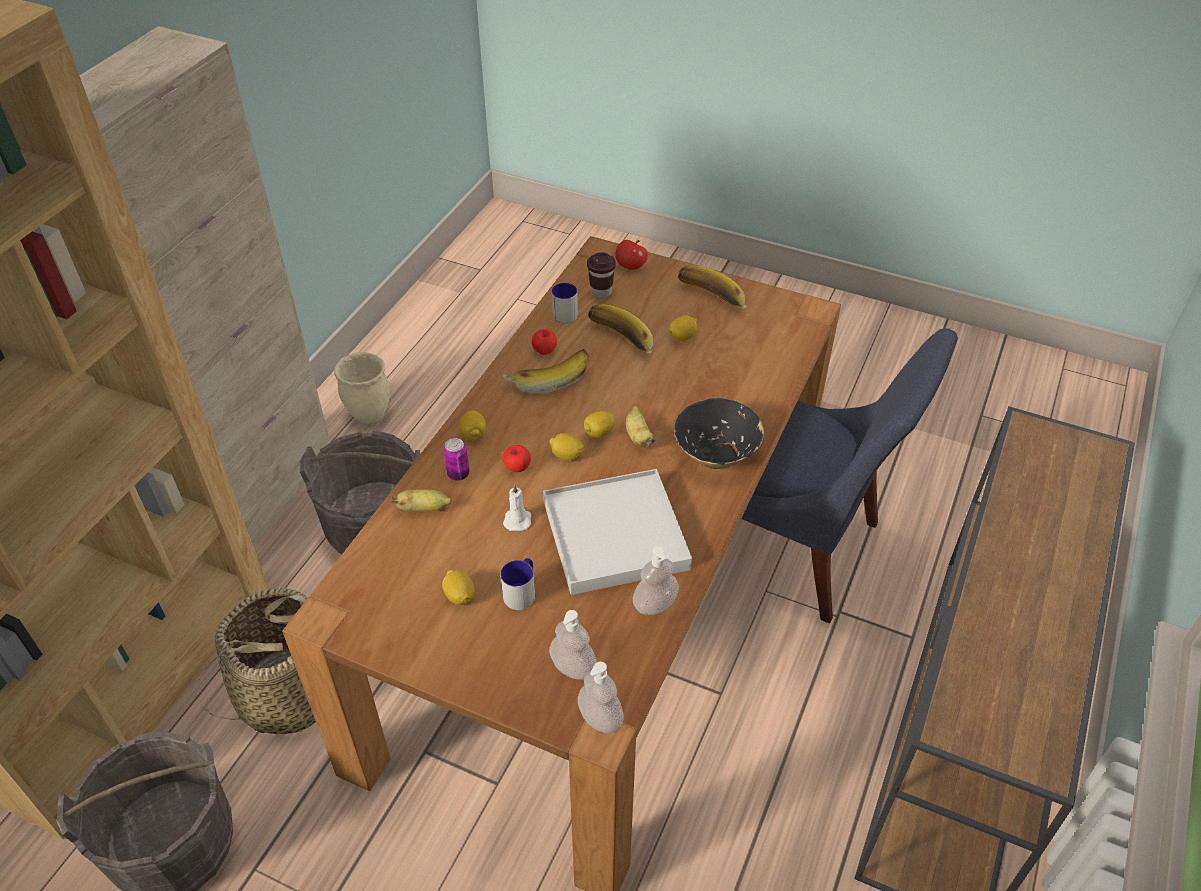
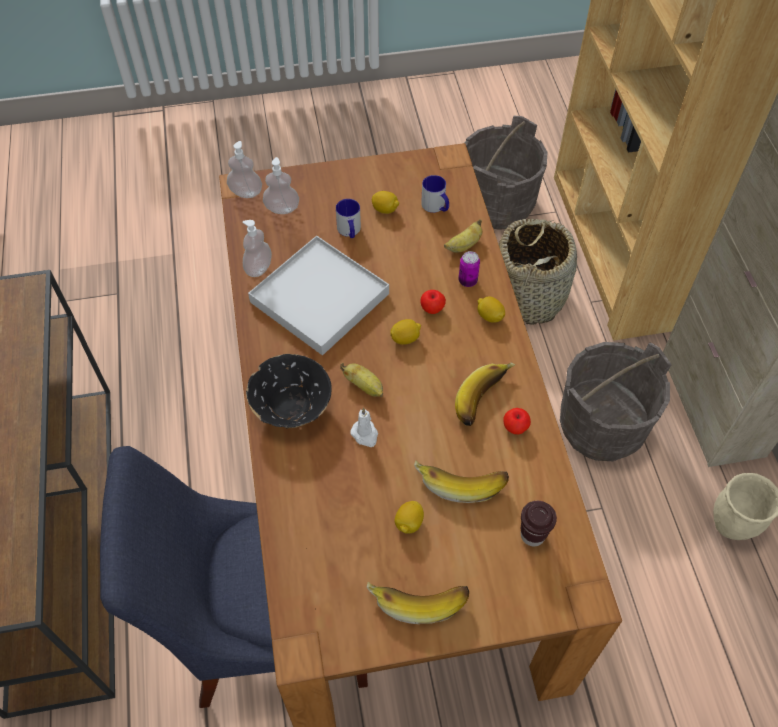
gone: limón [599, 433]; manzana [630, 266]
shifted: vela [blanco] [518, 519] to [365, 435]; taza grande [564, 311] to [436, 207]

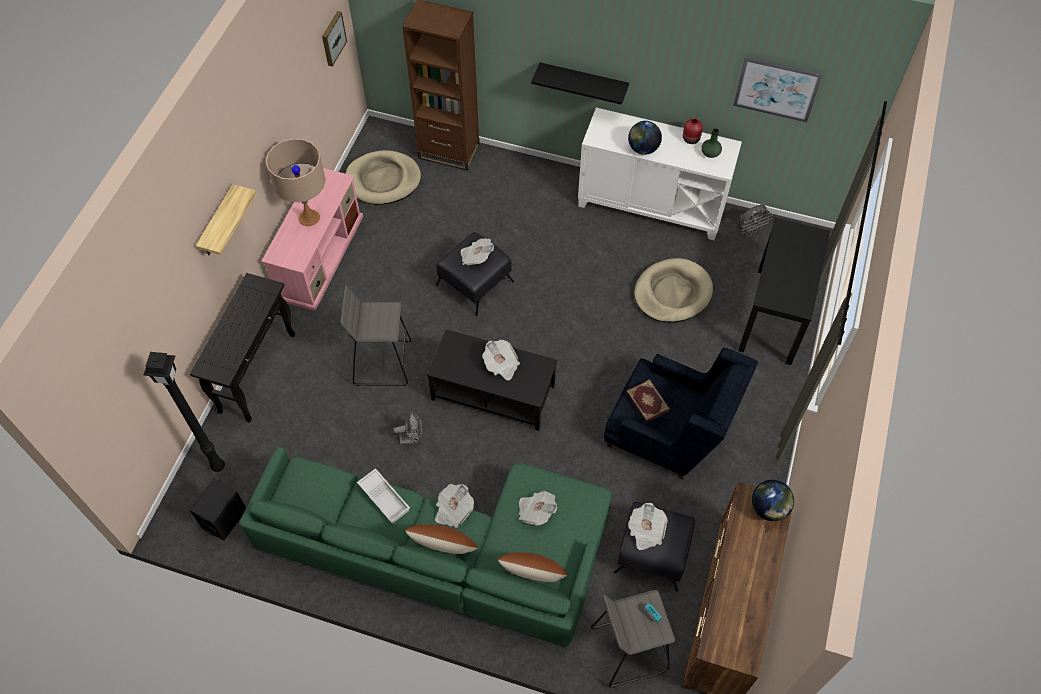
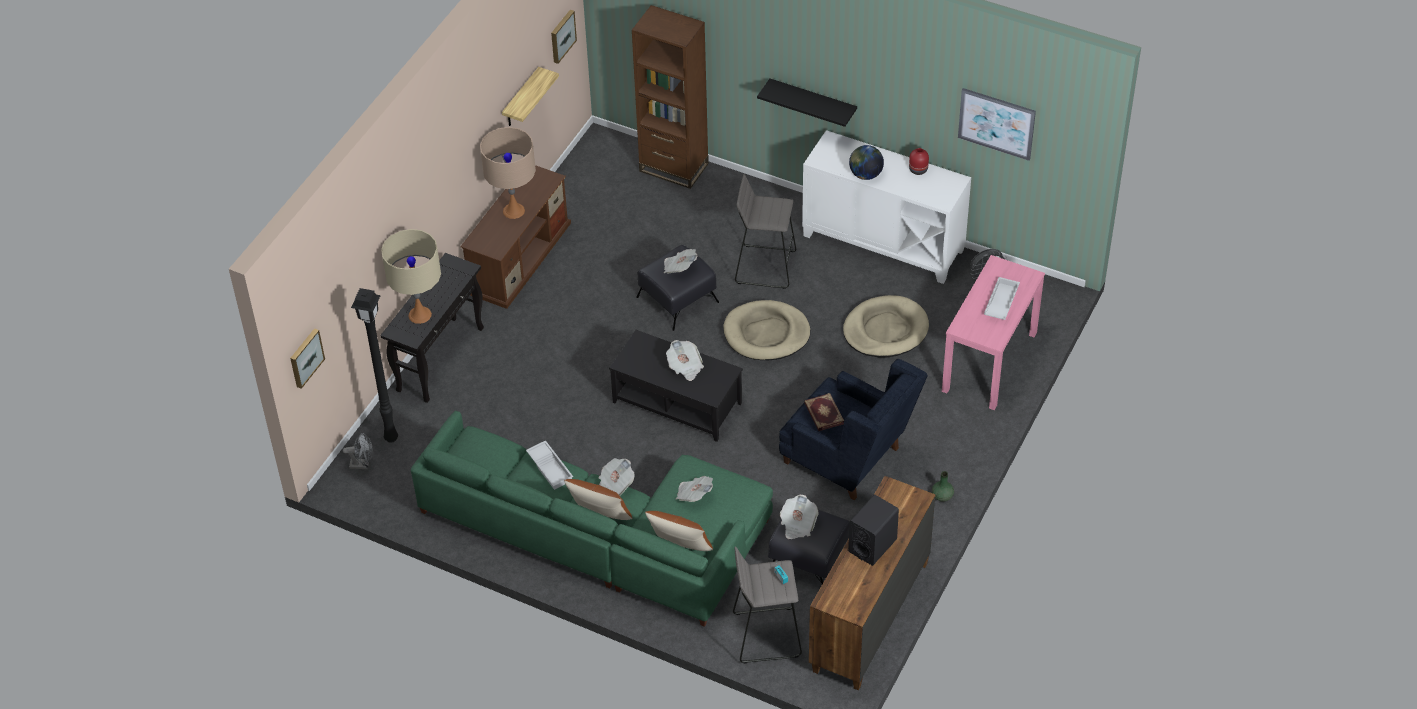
gone: globo terráqueo [768, 508]
new: cuadro [305, 357]; lámpara de mesa [beis] [420, 315]; bandeja [blanco] [1000, 302]
shifted: altavoz [negro] [225, 518] to [872, 545]; estante [217, 223] to [521, 99]; taburete [gris] [382, 362] to [765, 266]; cama para perro [beis] [383, 180] to [766, 333]; ventilador [gris] [412, 438] to [362, 465]; florero [verde] [710, 153] to [942, 496]
repainted: mueble de televisión [rosa] [320, 256] to mueble de televisión [marrón] [519, 257]; mesa consola [negro] [774, 315] to mesa consola [rosa] [989, 362]

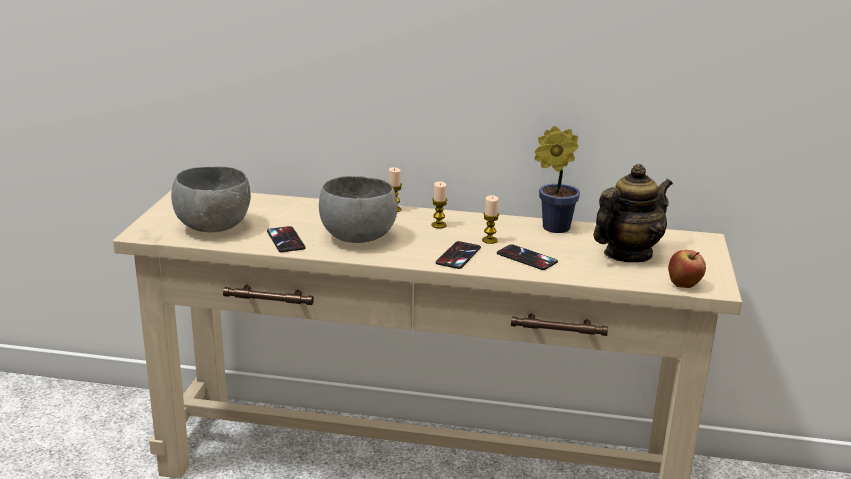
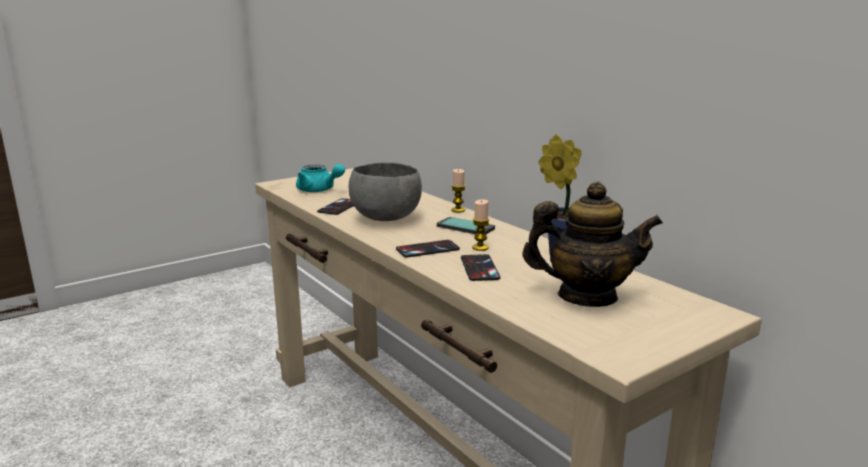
gone: manzana [684, 285]
swapped: cuenco [gris] [214, 227] to tetera [turquesa] [319, 190]; vela [438, 225] to móvil [465, 227]

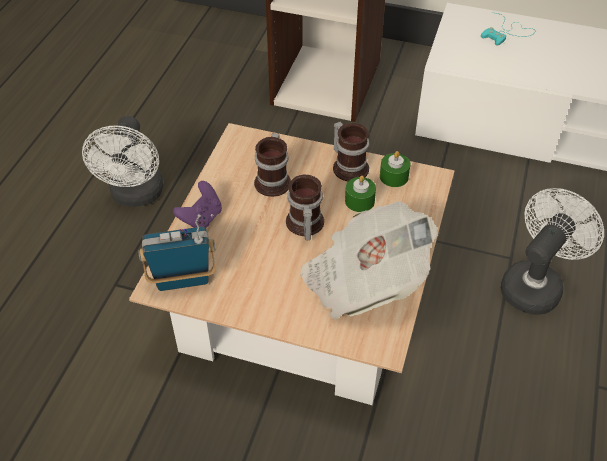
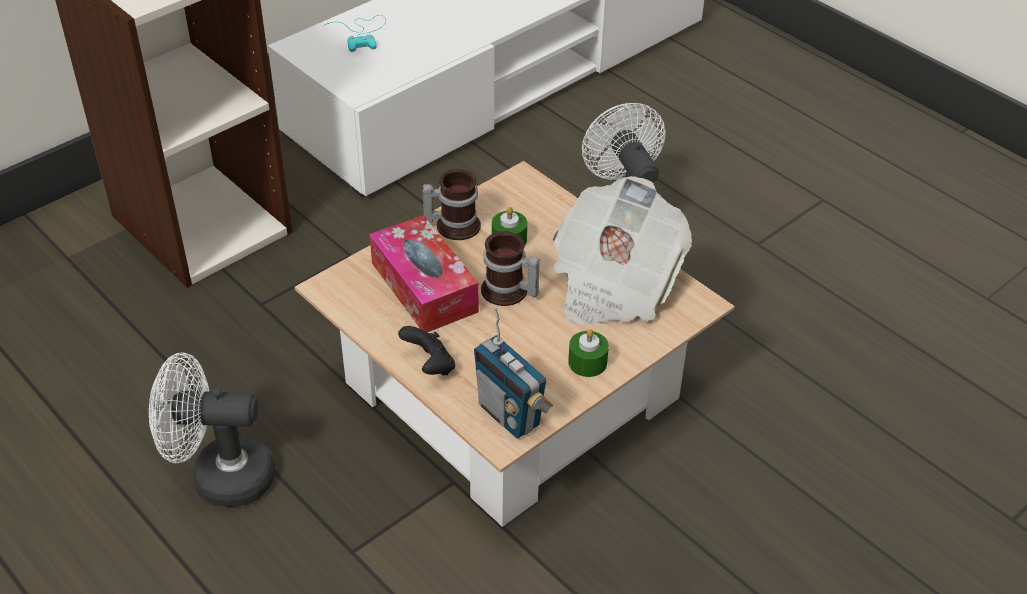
shifted: vela [verde] [394, 177] to [587, 362]
swapped: taza grande [275, 180] to caja de pañuelos [424, 287]
repainted: mando de consola [morado] [201, 218] to mando de consola [negro] [430, 366]
rotated: ventilador [blanco] [136, 196] = [220, 476] 150 degrees clockwise; radio [183, 280] = [510, 415] 60 degrees counterclockwise

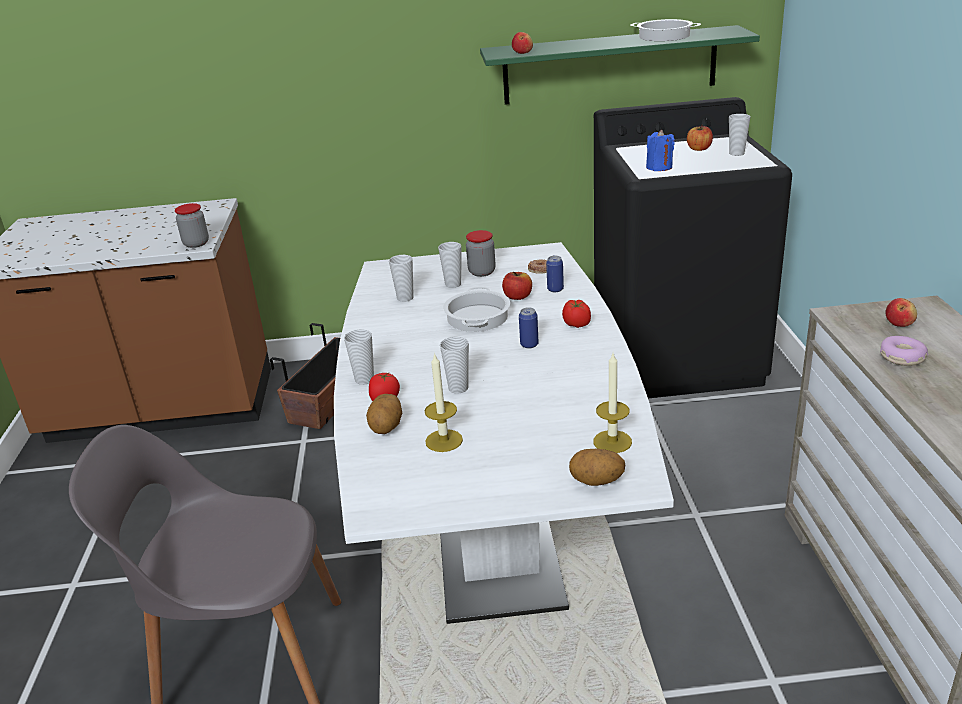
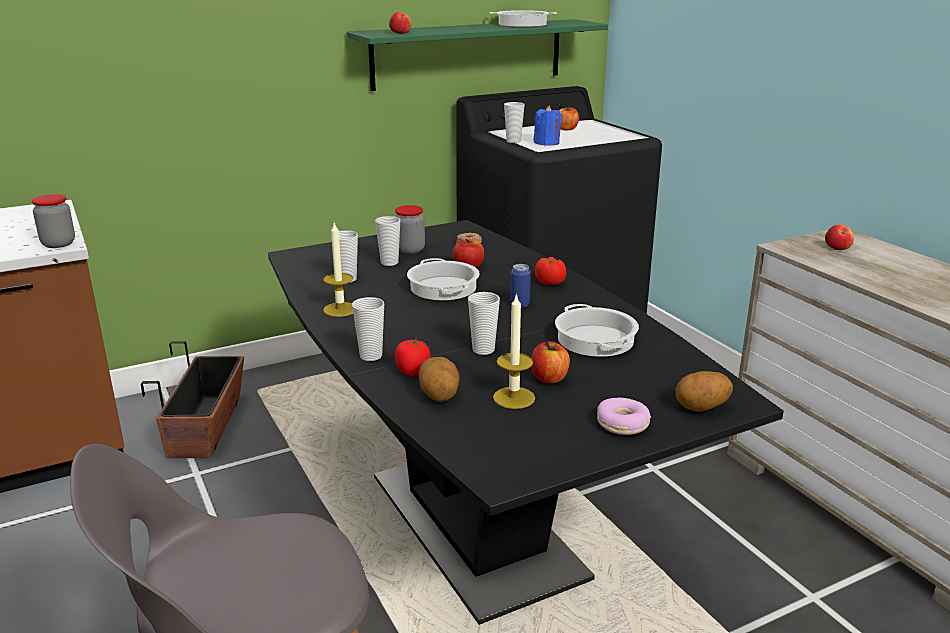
gone: lata [555, 289]
new: manzana [549, 378]; olla [594, 340]
shifted: vela [612, 441] to [340, 309]; taza [736, 153] to [513, 141]; rosquilla [902, 358] to [622, 424]
repainted: mesa de comedor [blanco] [495, 535] to mesa de comedor [negro] [475, 526]

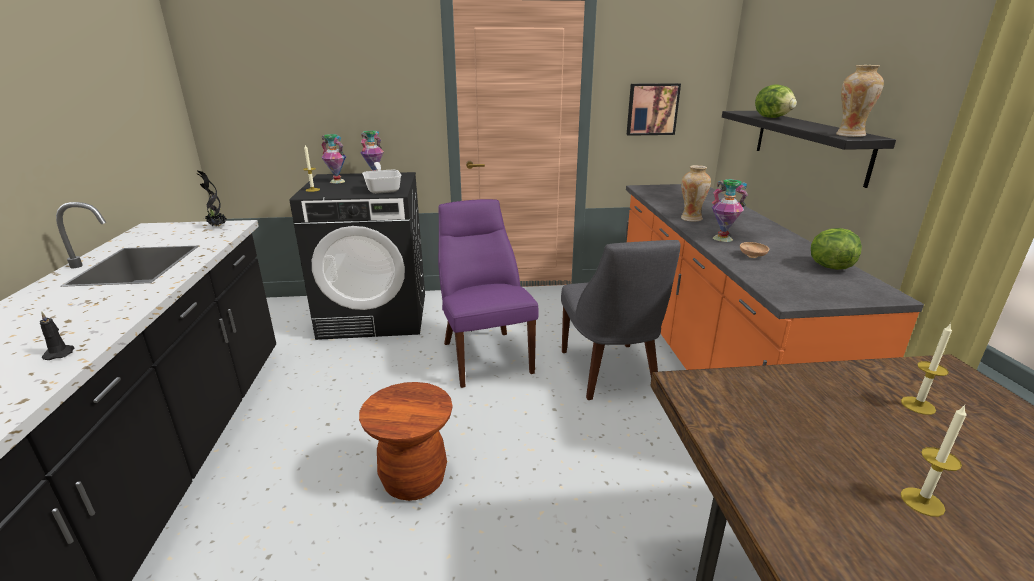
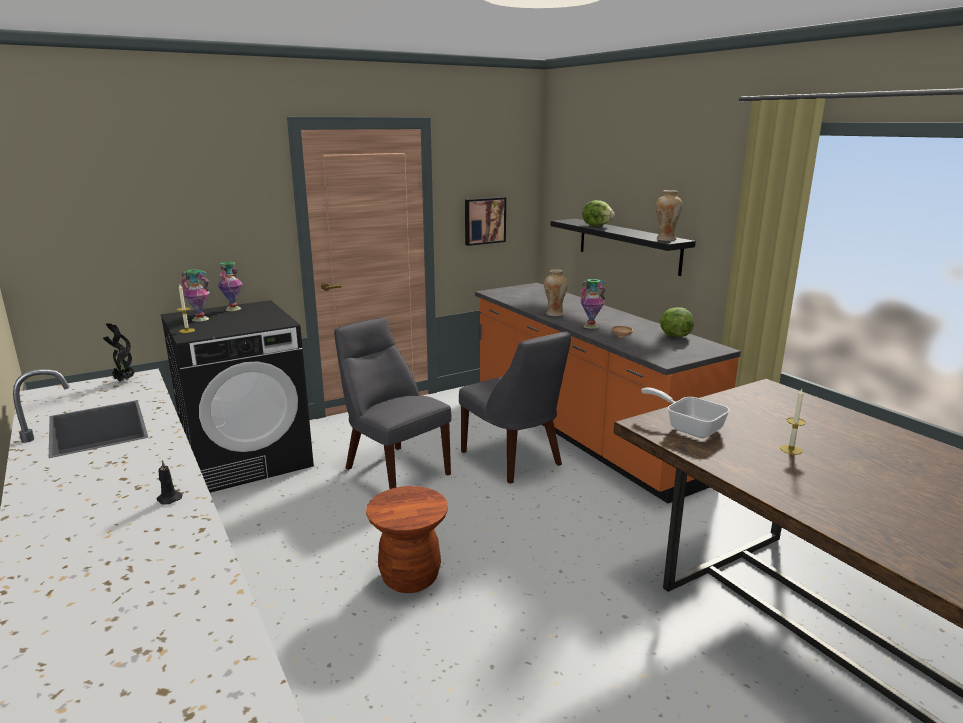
gone: vela [918, 405]
shifted: sartén [383, 189] to [689, 427]
repainted: silla [morado] [485, 355] to silla [gris] [394, 469]

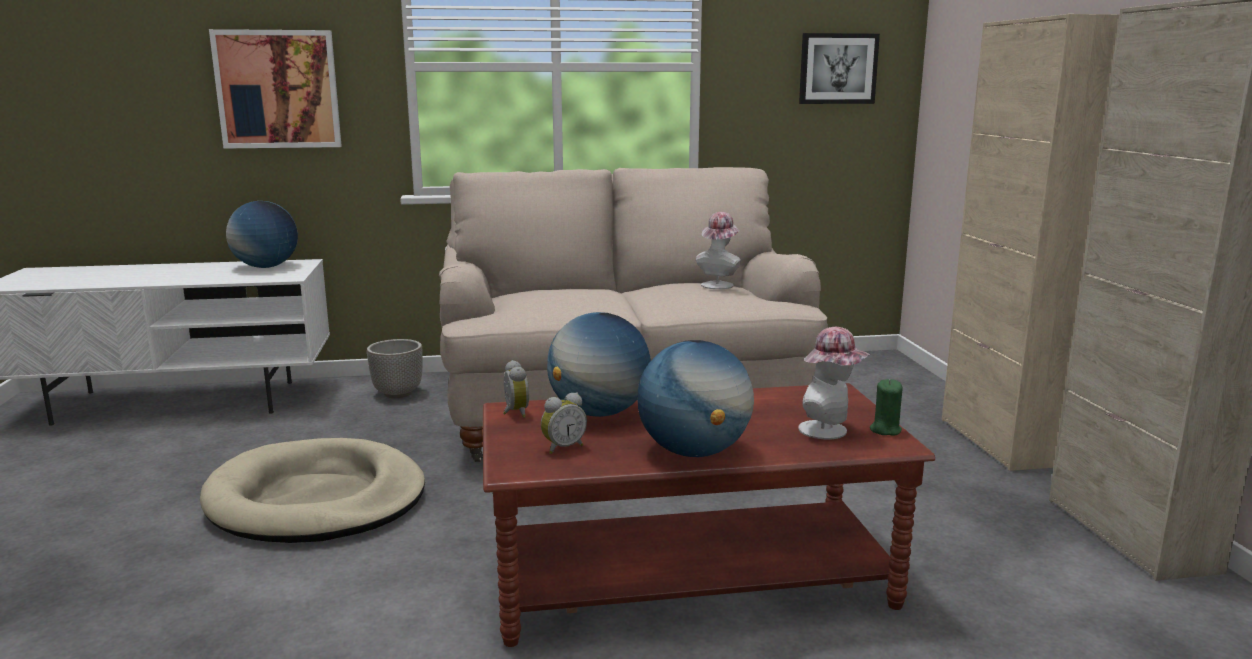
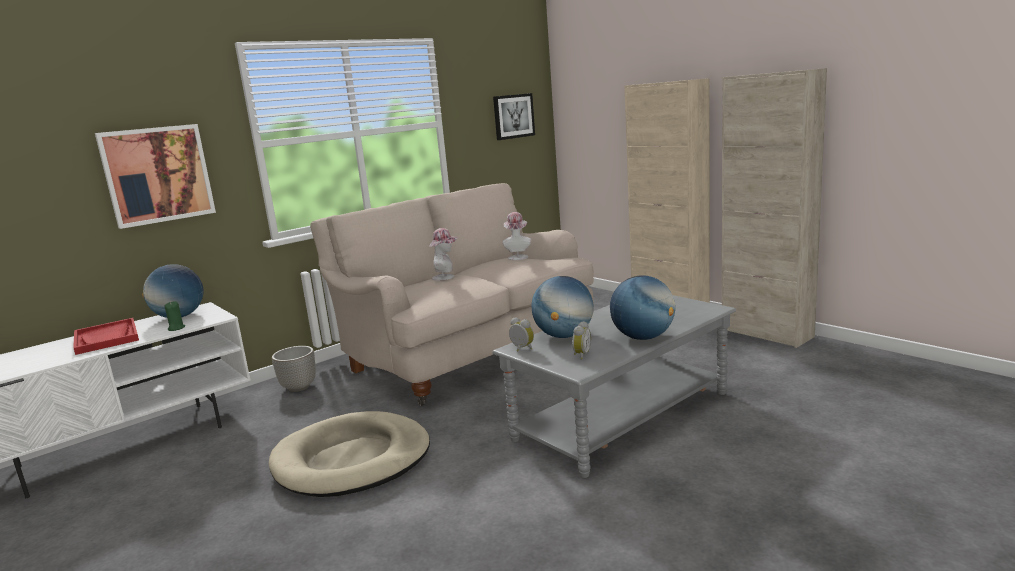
new: bandeja [rojo] [107, 338]
shifted: sombrero [829, 431] to [446, 277]; vela [verde] [885, 430] to [176, 328]
repainted: mesa de centro [marrón] [691, 578] to mesa de centro [gris] [623, 416]

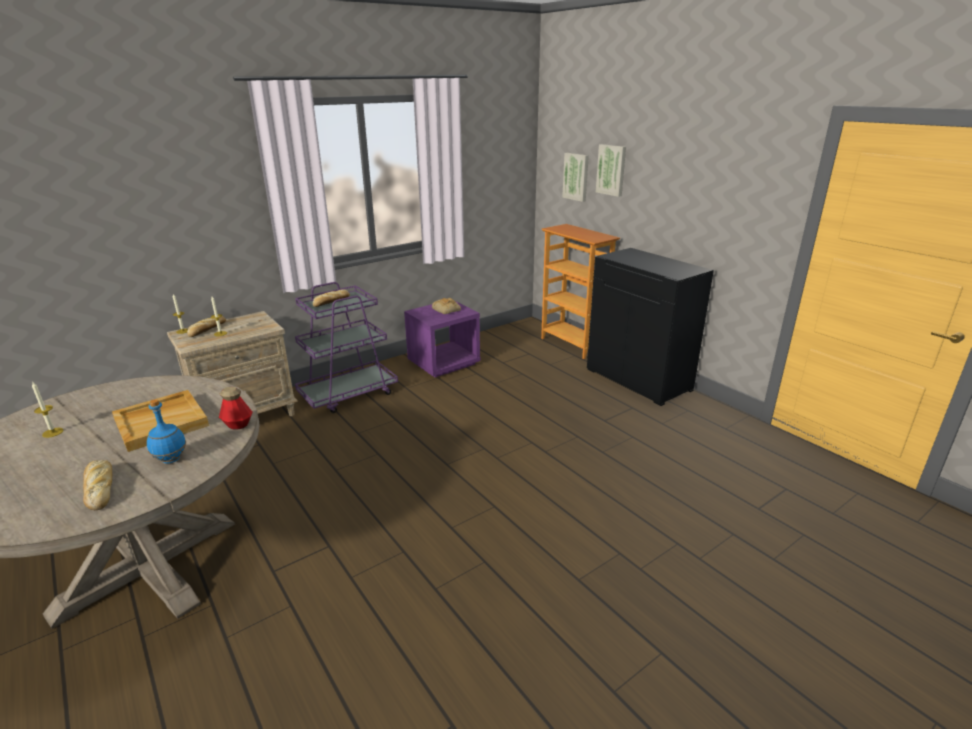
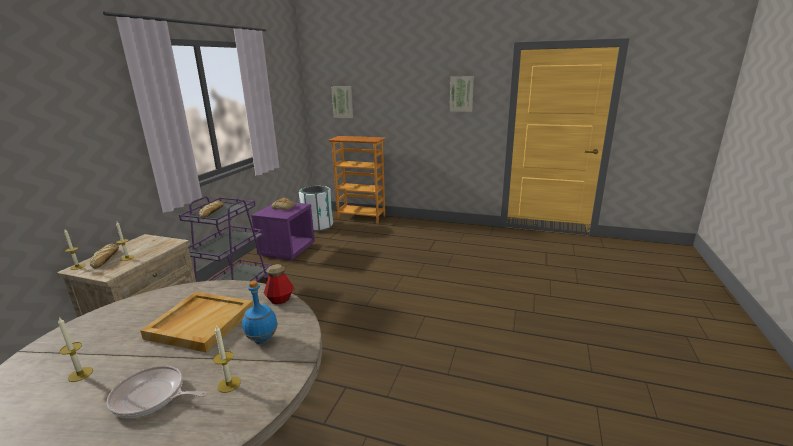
gone: armario [negro] [639, 379]
new: sartén [152, 397]; papelera [blanco] [318, 226]
shifted: cuadro [611, 170] to [461, 94]
swapped: pan [100, 488] to vela [229, 384]

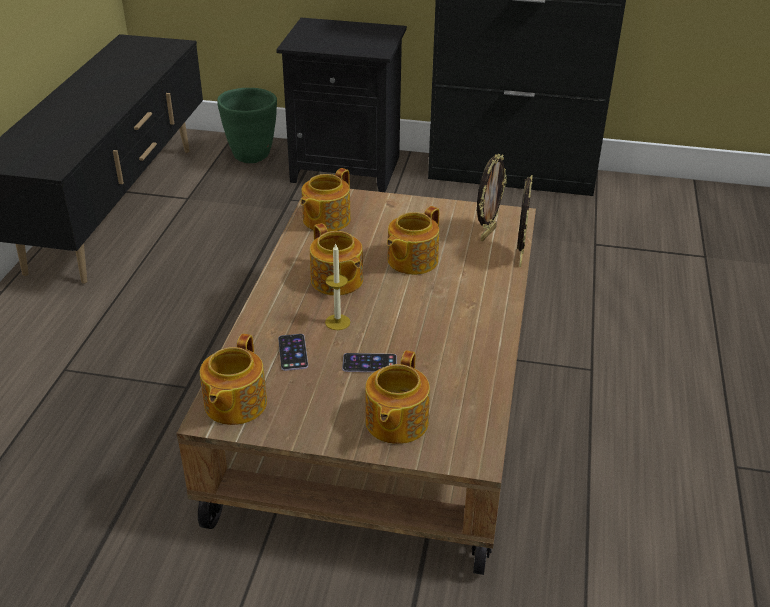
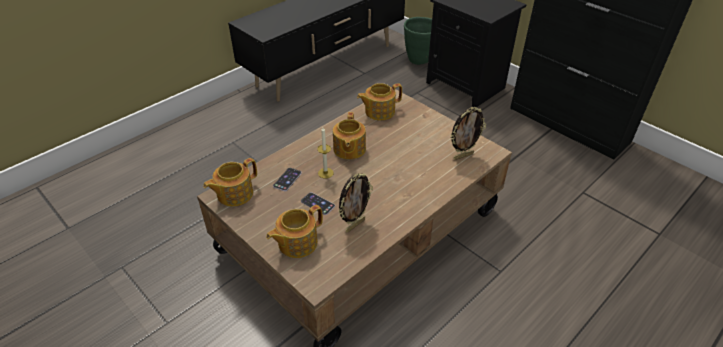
gone: tetera [411, 260]
shifted: portarretratos [519, 257] to [355, 225]

